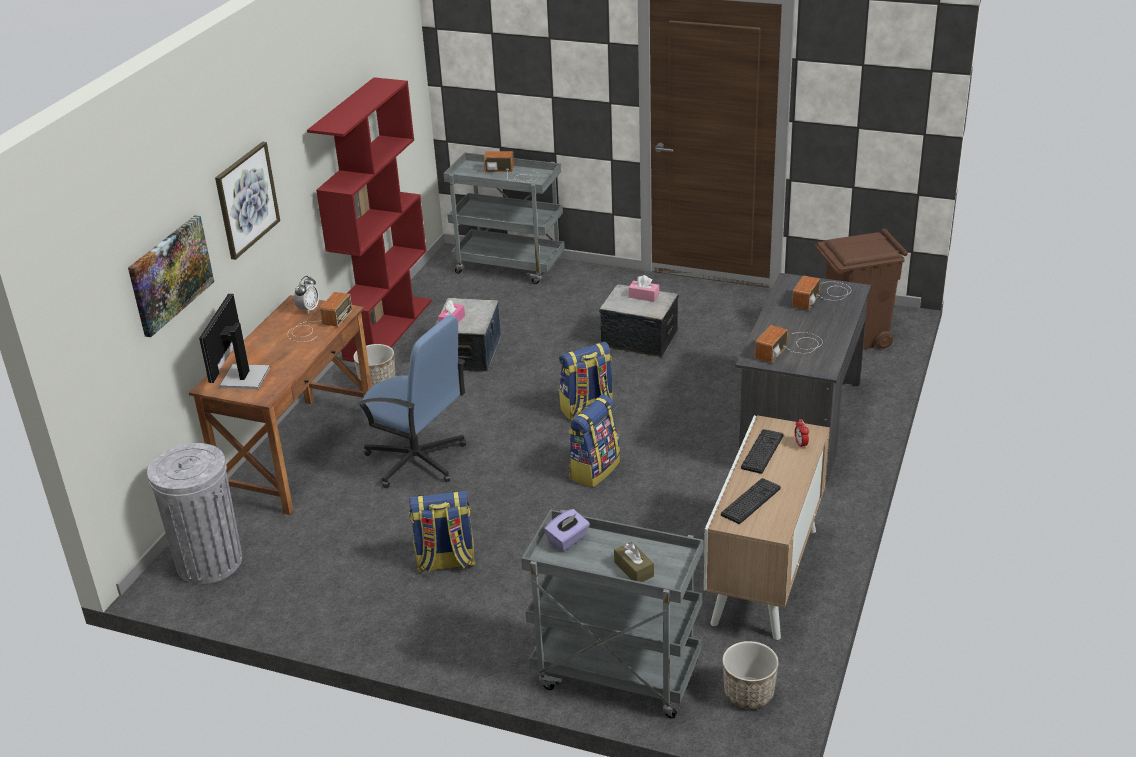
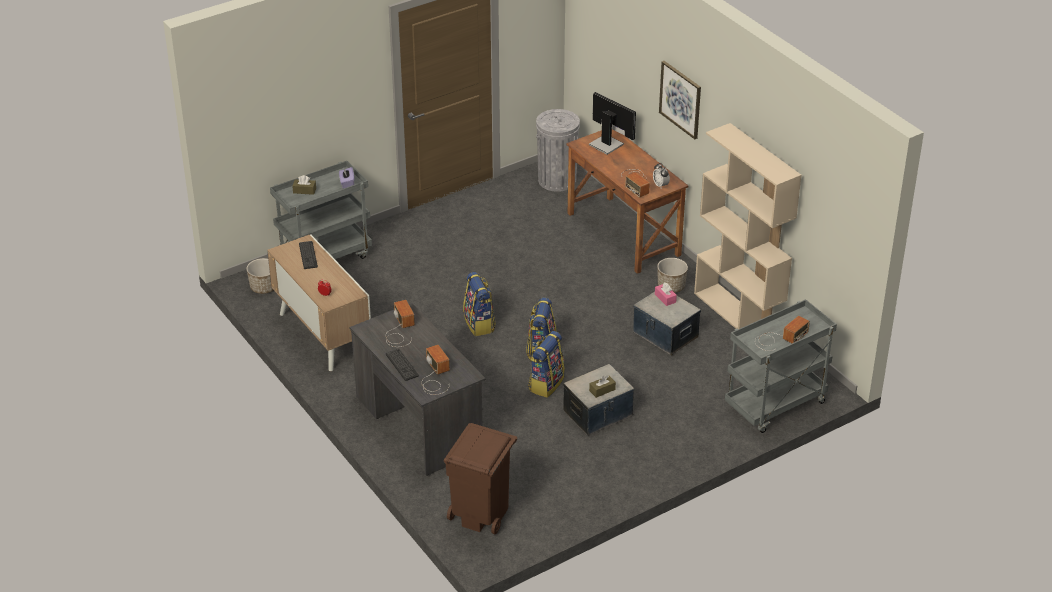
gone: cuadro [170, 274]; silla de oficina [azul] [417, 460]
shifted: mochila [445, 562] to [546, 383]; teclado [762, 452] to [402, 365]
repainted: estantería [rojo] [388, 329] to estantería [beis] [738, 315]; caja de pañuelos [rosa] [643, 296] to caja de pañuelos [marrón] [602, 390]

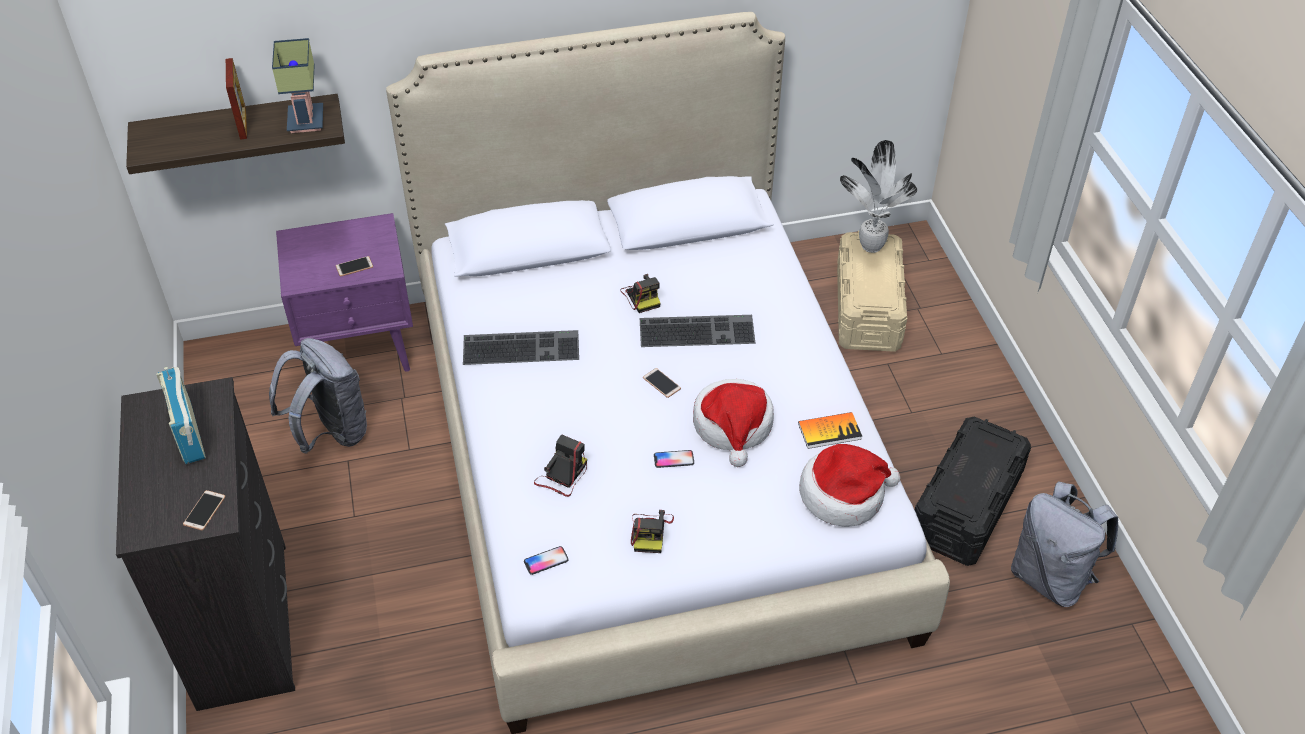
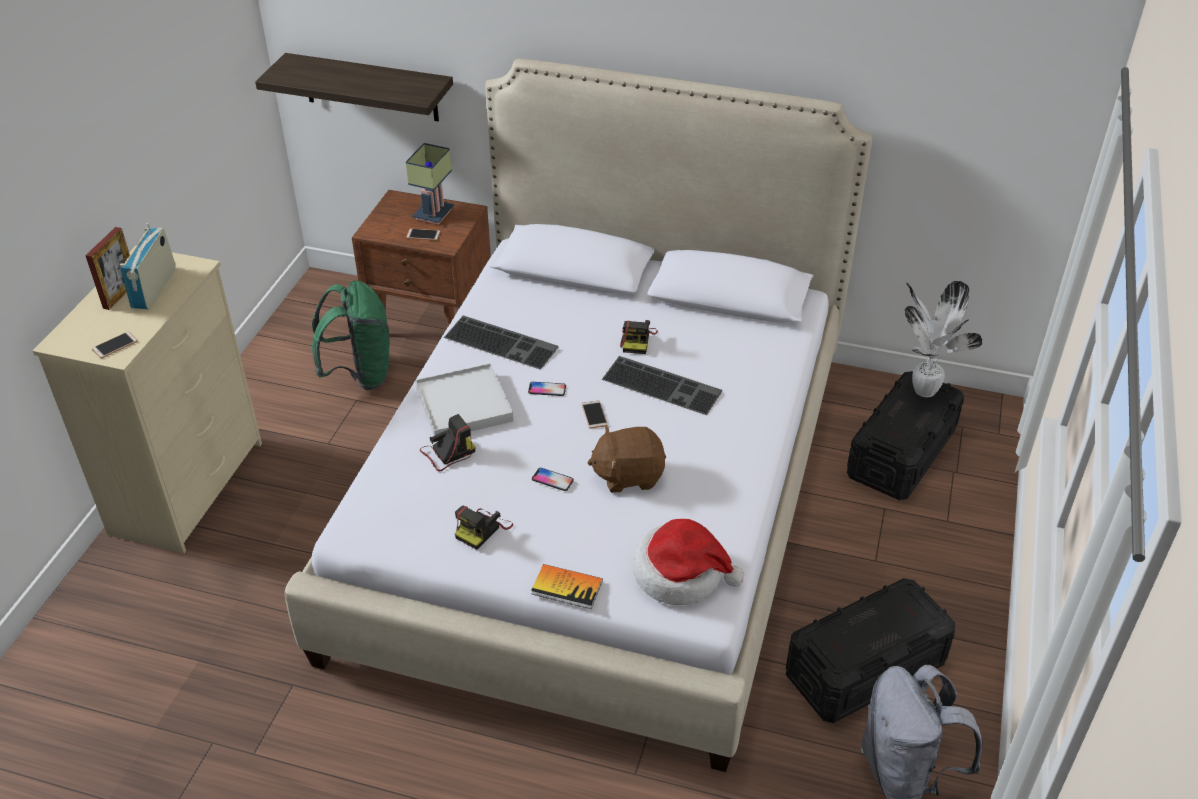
new: bandeja [blanco] [464, 405]
shifted: portarretratos [243, 124] to [120, 294]; lámpara de mesa [304, 120] to [433, 213]; móvil [546, 561] to [547, 389]; libro [829, 431] to [567, 587]
swapped: sombrero [733, 426] to peluche [marrón] [628, 475]
repainted: cómoda [negro] [244, 622] to cómoda [beis] [189, 486]; mochila [gris] [330, 433] to mochila [verde] [360, 374]; mesita de noche [morado] [362, 349] to mesita de noche [marrón] [433, 321]; caja de almacenaje [beis] [868, 309] to caja de almacenaje [negro] [901, 453]

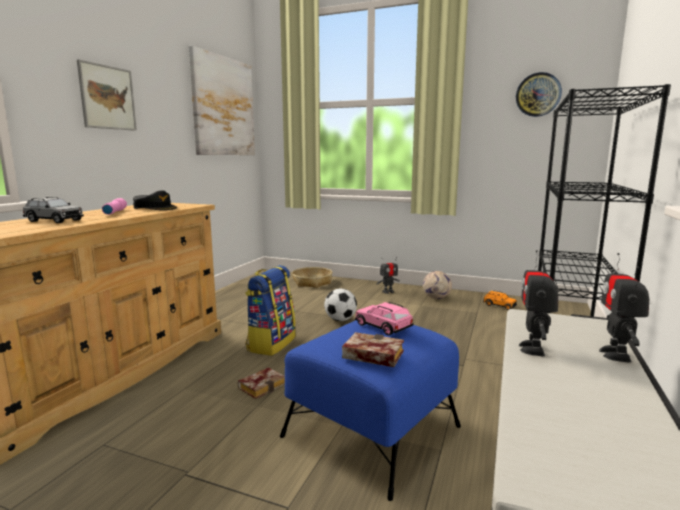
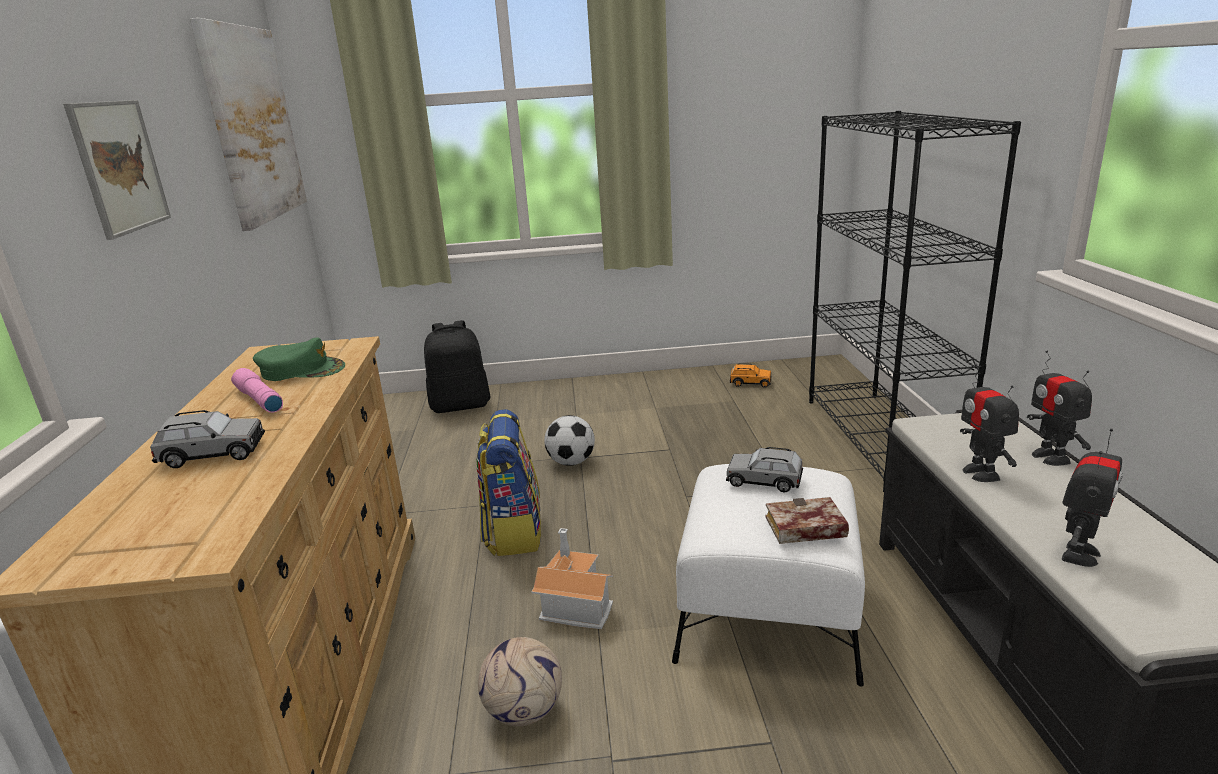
gone: reloj de pared [538, 94]
shifted: robot de juguete [388, 292] to [1078, 554]; balón de fútbol [436, 298] to [525, 710]
swapped: libro [262, 385] to casita [574, 601]; cesta [312, 282] to mochila [negro] [460, 405]
repainted: gorra [negro] [155, 208] to gorra [verde] [302, 370]; puf [azul] [371, 431] to puf [blanco] [767, 613]; coche de juguete [rosa] [383, 327] to coche de juguete [gris] [764, 481]

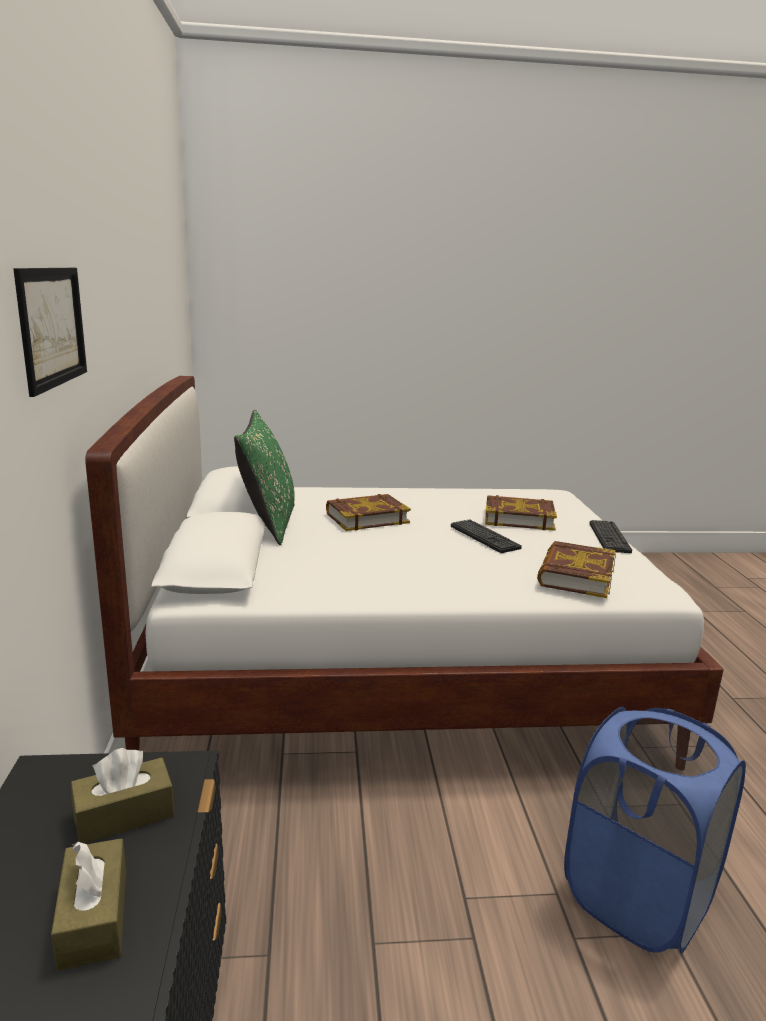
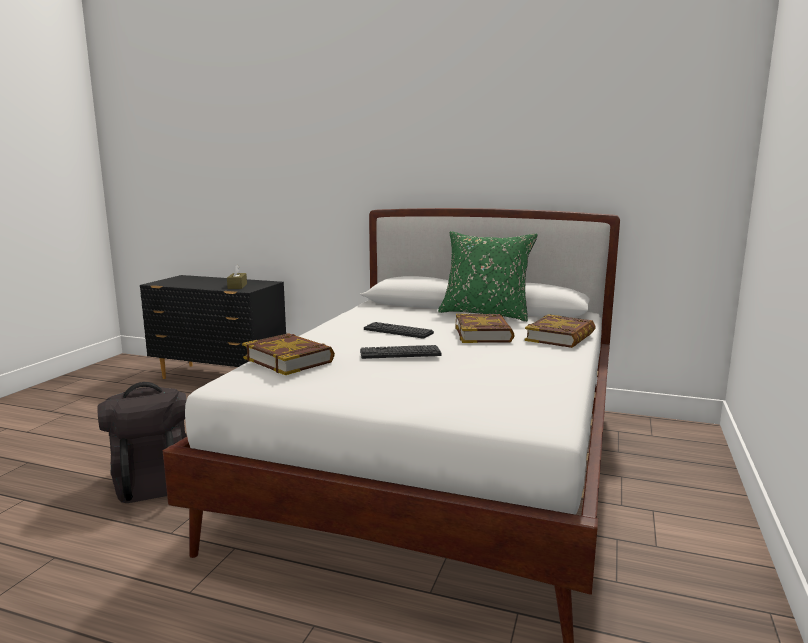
gone: cuadro [52, 326]; caja de pañuelos [marrón] [94, 918]
shifted: libro [518, 518] to [560, 337]; teclado [609, 537] to [398, 331]
swapped: cesto de la ropa [azul] [637, 898] to mochila [negro] [152, 481]

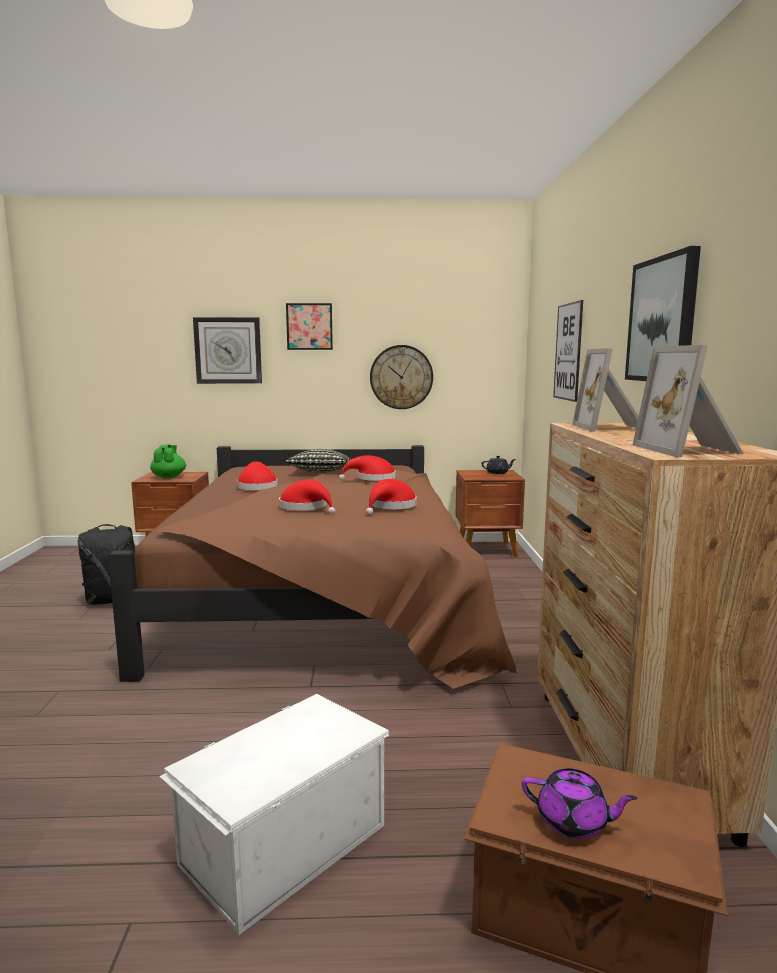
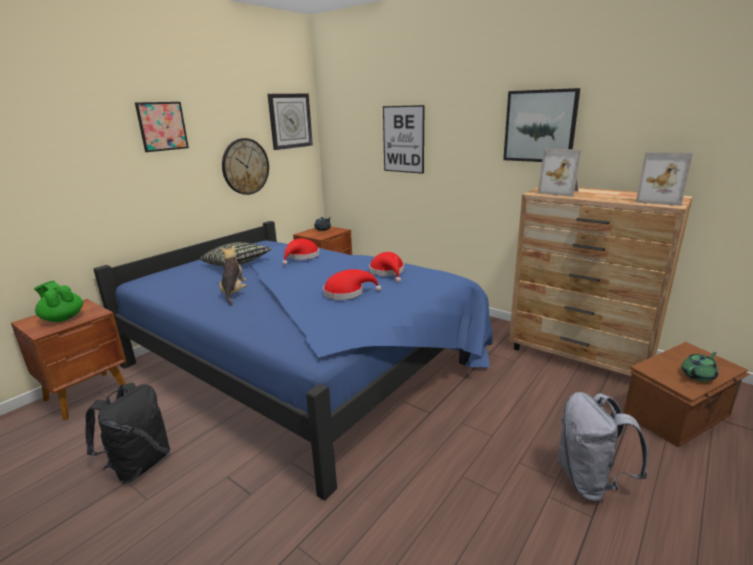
shifted: reloj de pared [228, 350] to [290, 121]
swapped: caja de almacenaje [blanco] [282, 843] to mochila [gris] [590, 482]; sombrero [rojo] [257, 487] to peluche [234, 293]
repainted: cama [marrón] [324, 597] to cama [azul] [307, 361]; tetera [morado] [573, 822] to tetera [verde] [698, 375]

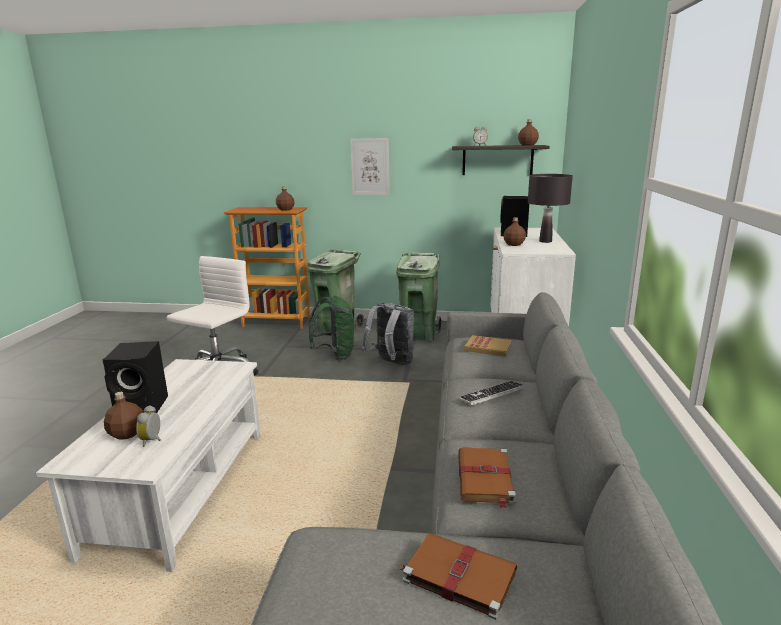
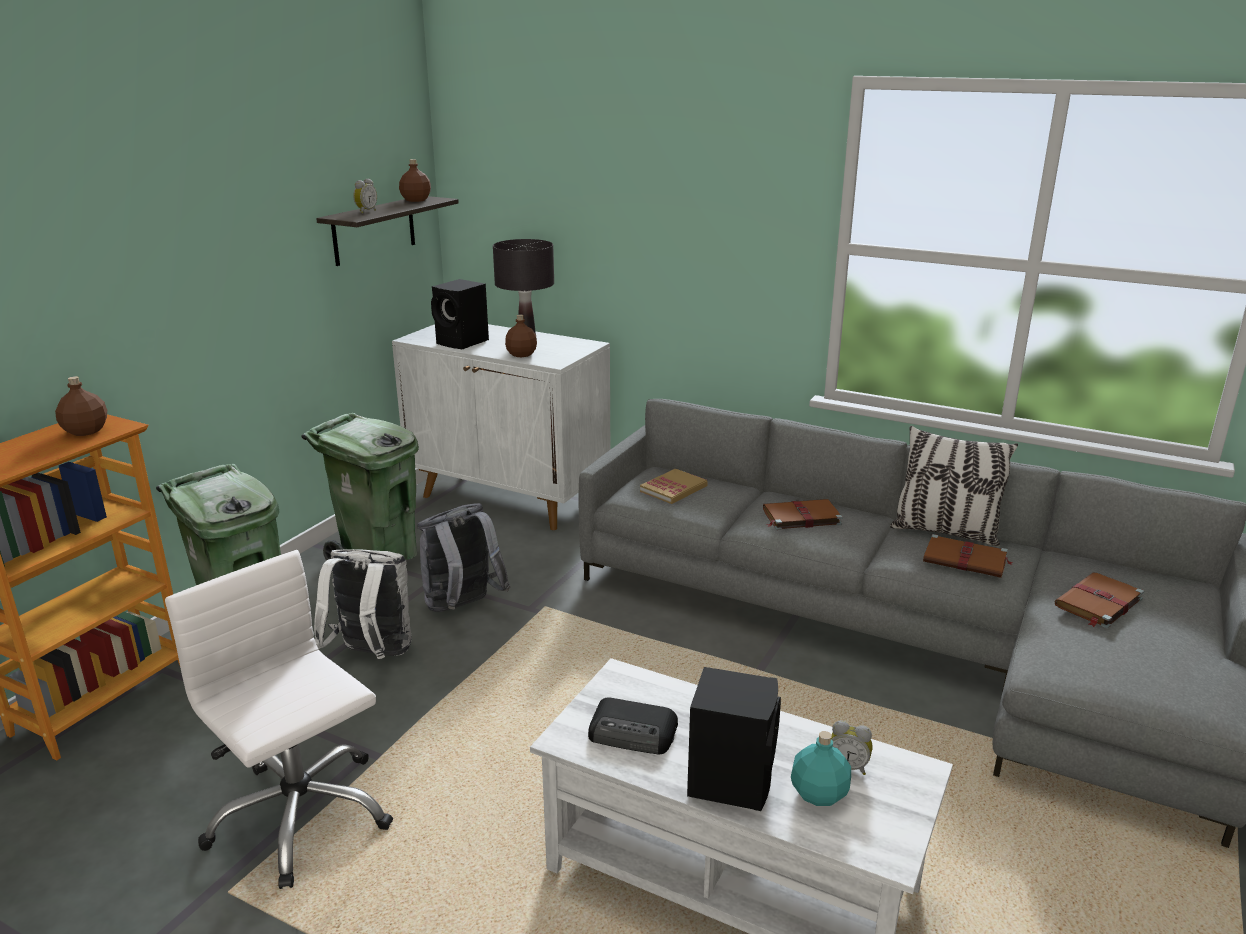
gone: cuadro [370, 167]
new: radio [634, 733]; cojín [945, 532]
swapped: teclado [491, 394] to libro [marrón] [800, 517]
repainted: botella [marrón] [127, 434] to botella [turquesa] [819, 794]; mochila [verde] [335, 355] to mochila [blanco] [372, 655]

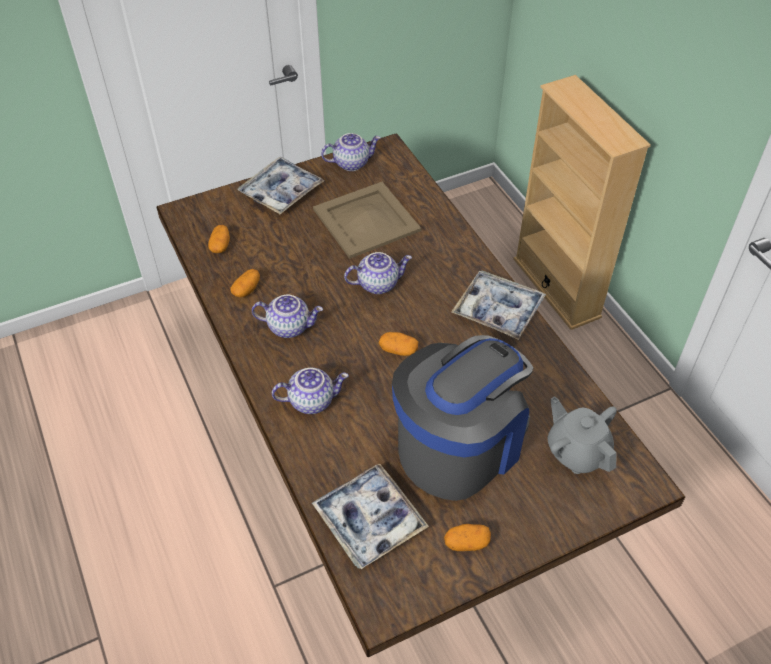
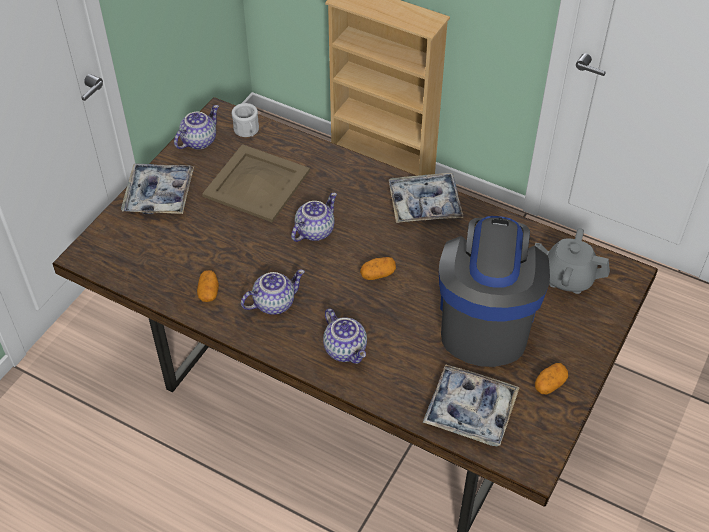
gone: patata [220, 246]
new: taza grande [blanco] [247, 131]
rotated: tetera [312, 400] = [346, 349] 105 degrees clockwise

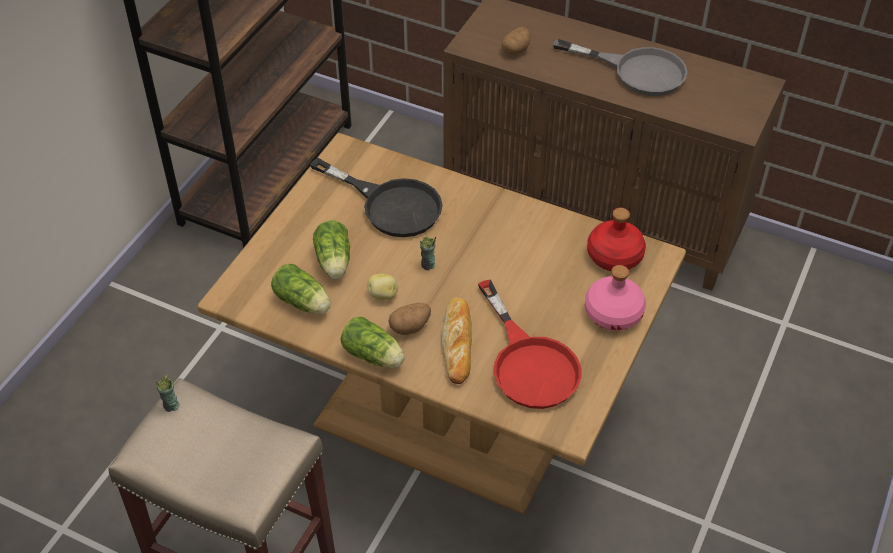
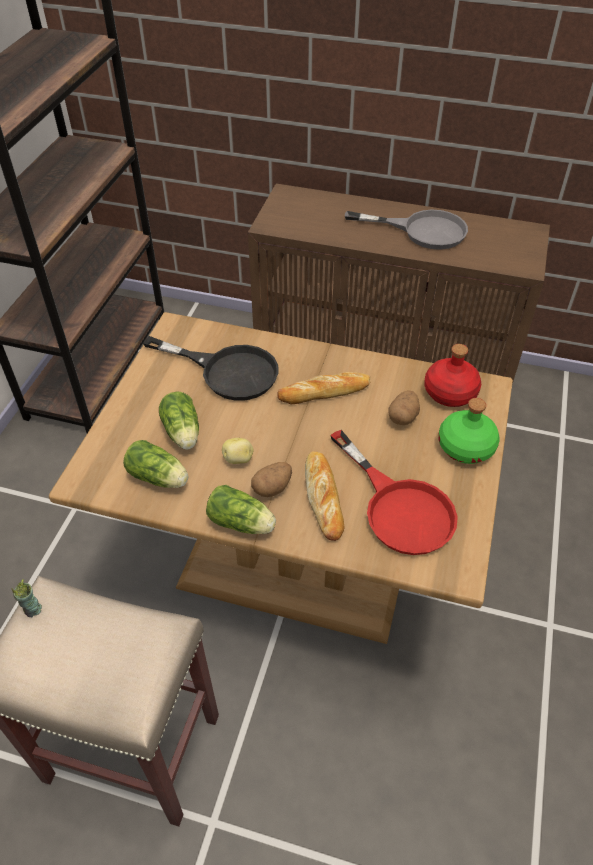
gone: taza [428, 265]
new: pan [324, 392]
shifted: patata [516, 50] to [403, 417]
repainted: botella [rosa] [614, 313] to botella [verde] [466, 447]

